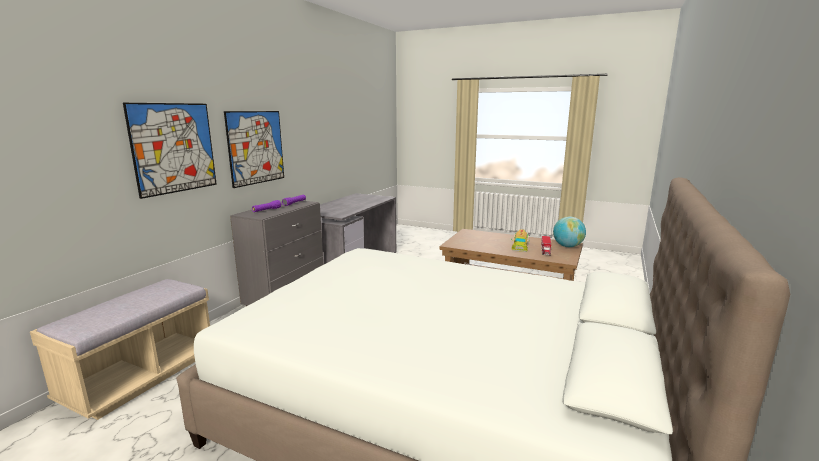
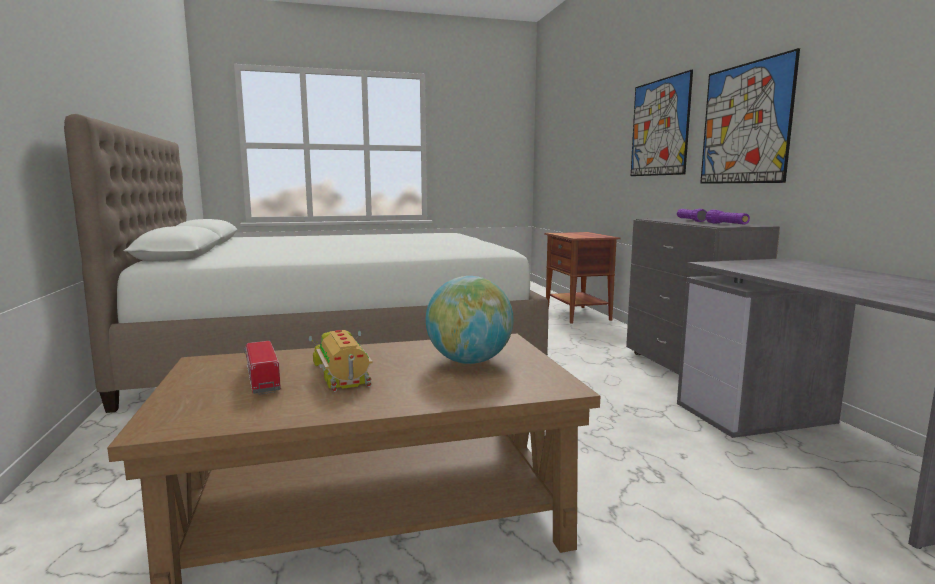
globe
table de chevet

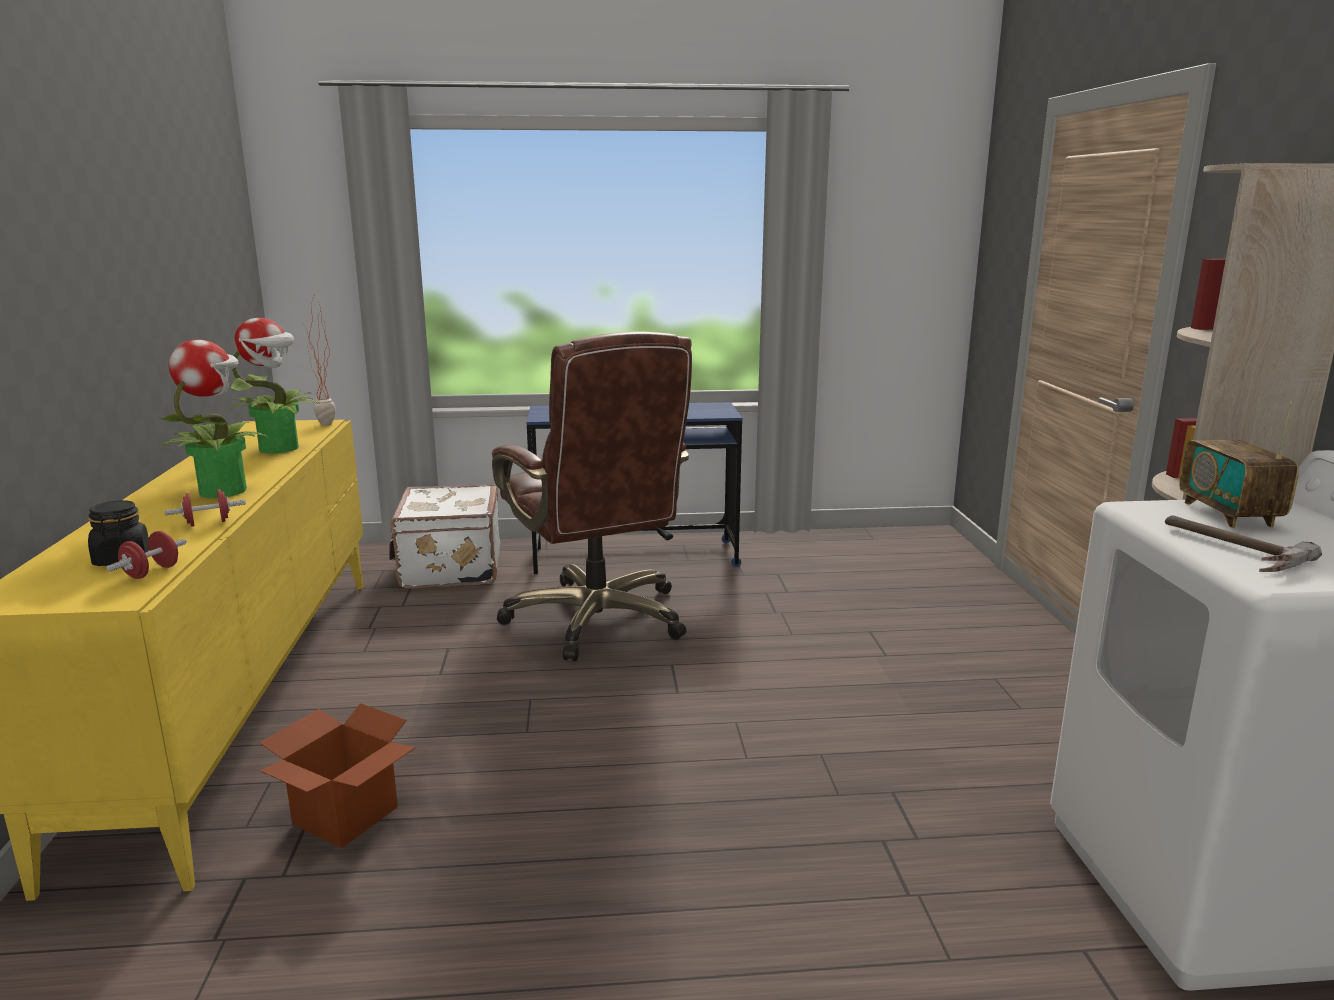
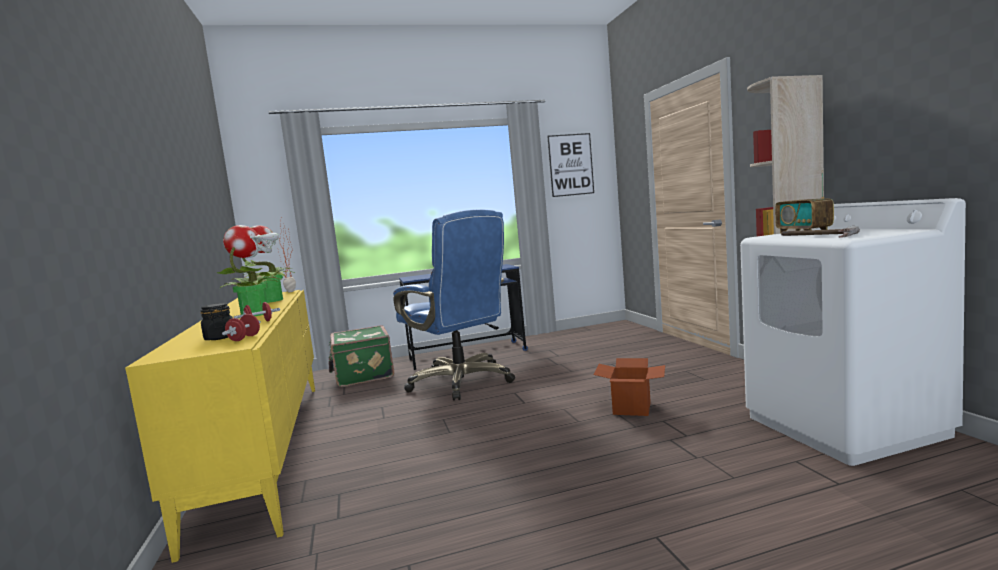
valise/vert
chaise de bureau/bleu
tableau
carton

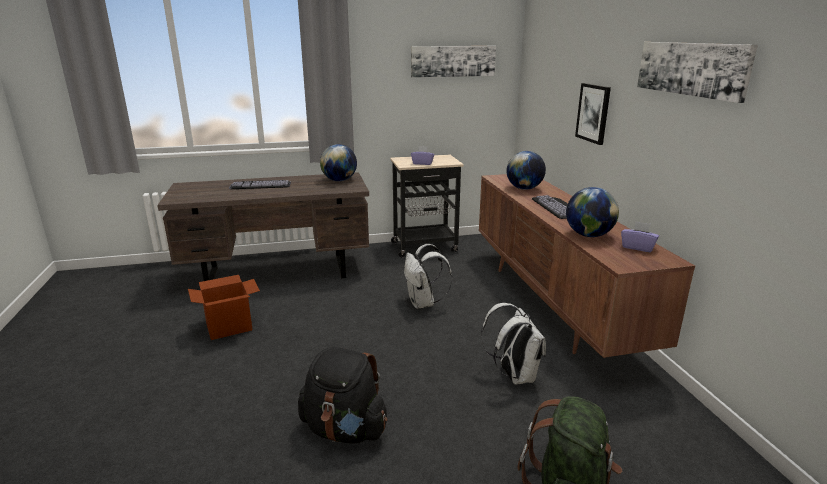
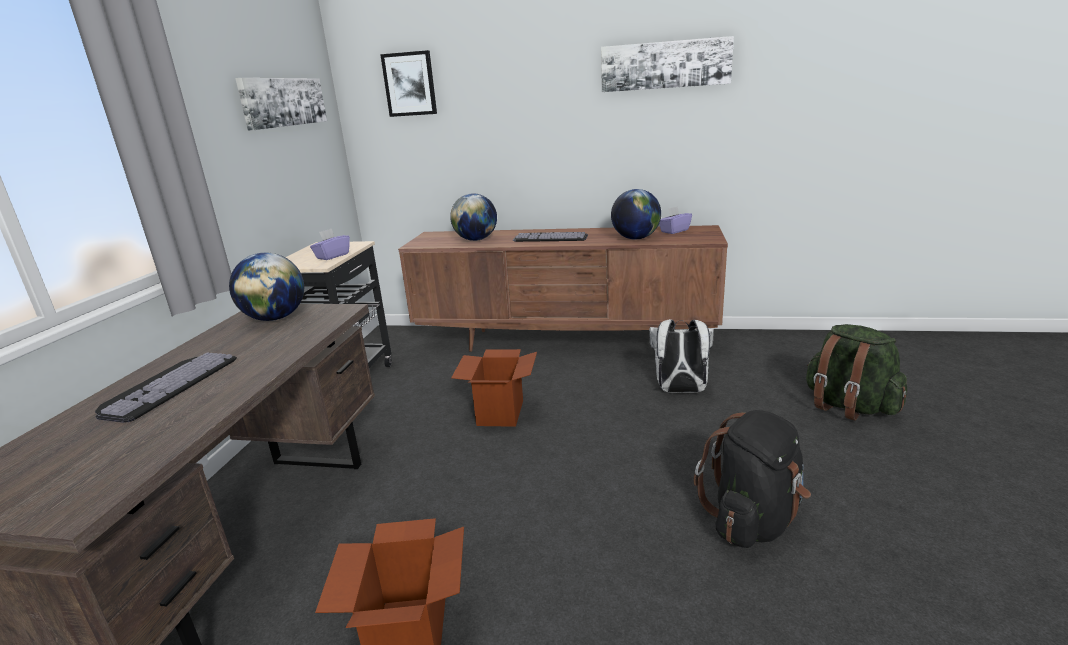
tableau (no. 2 from left)
carton (no. 2 from left)

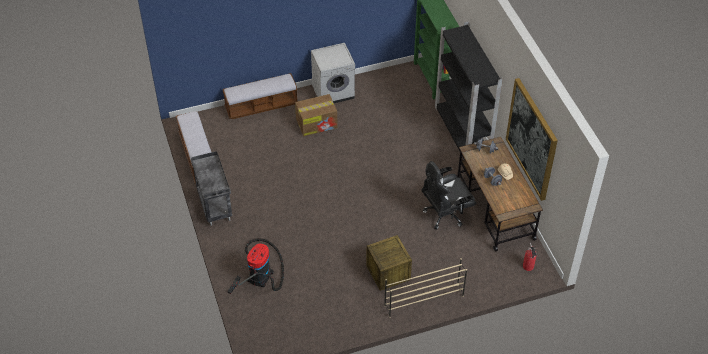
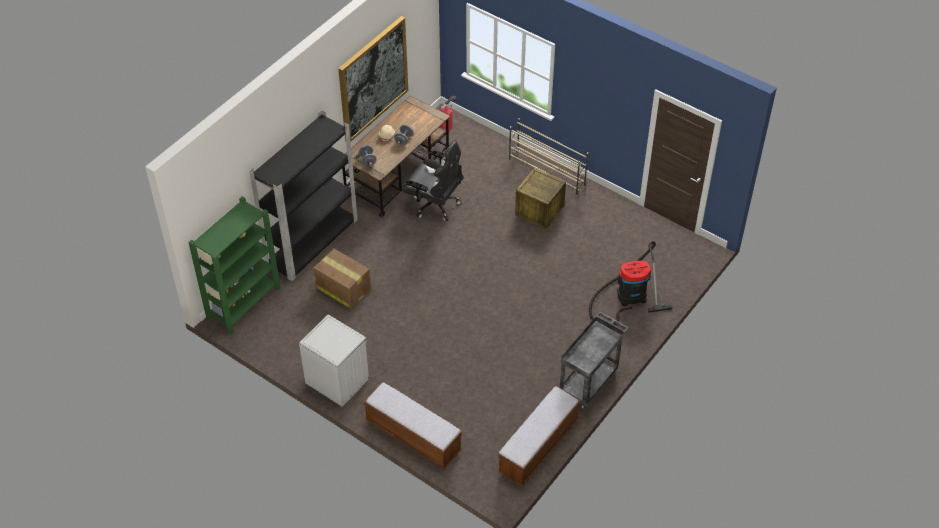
carton

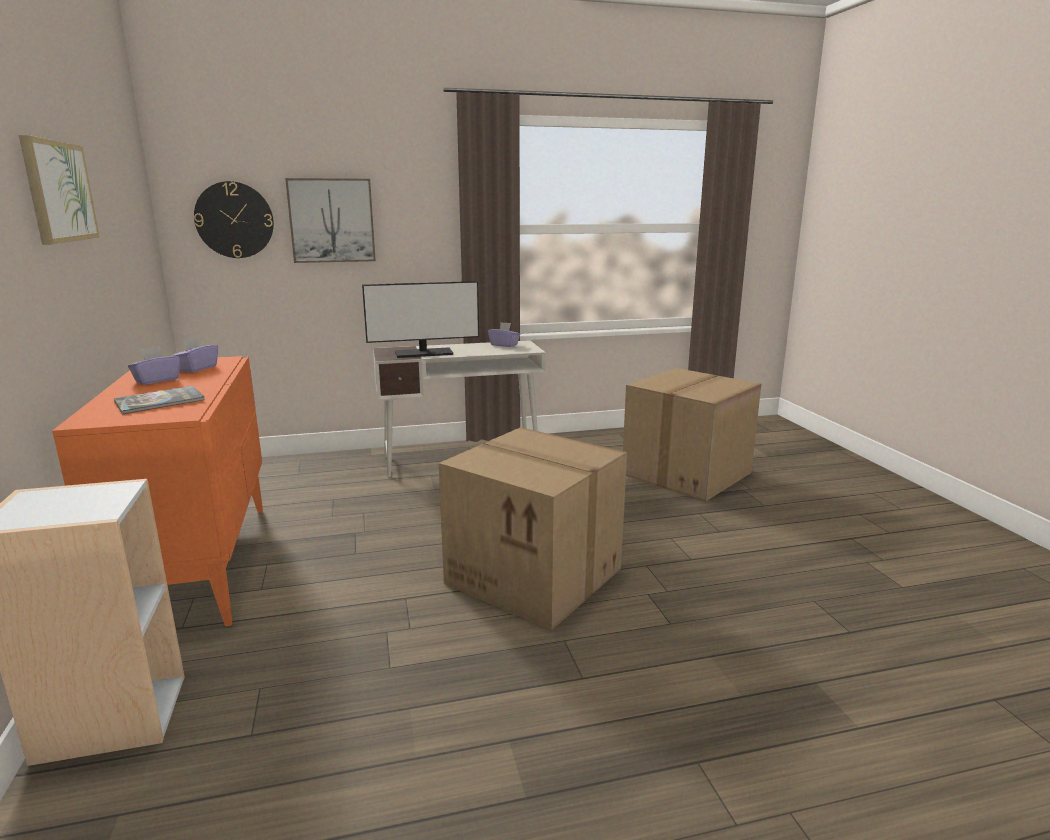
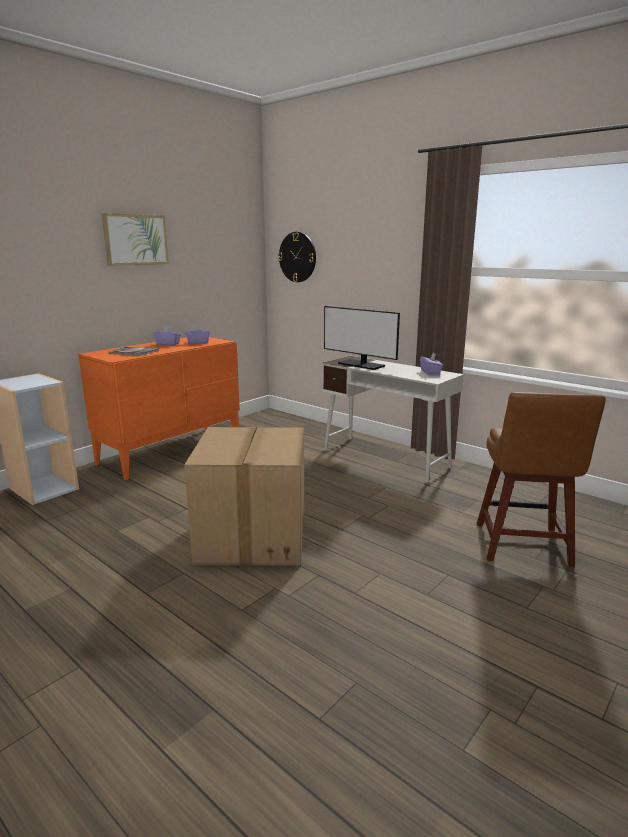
chaise/marron
tableau (no. 2 from left in the first image)

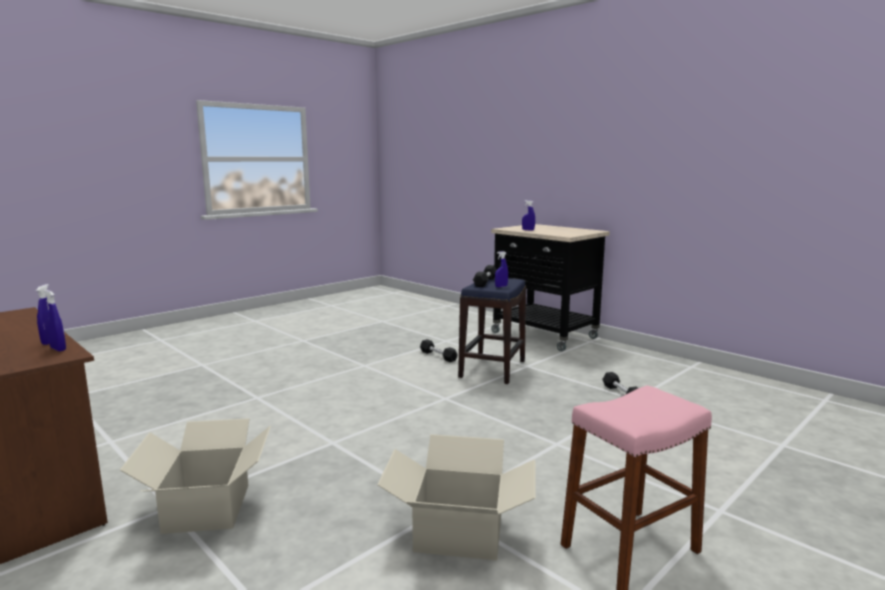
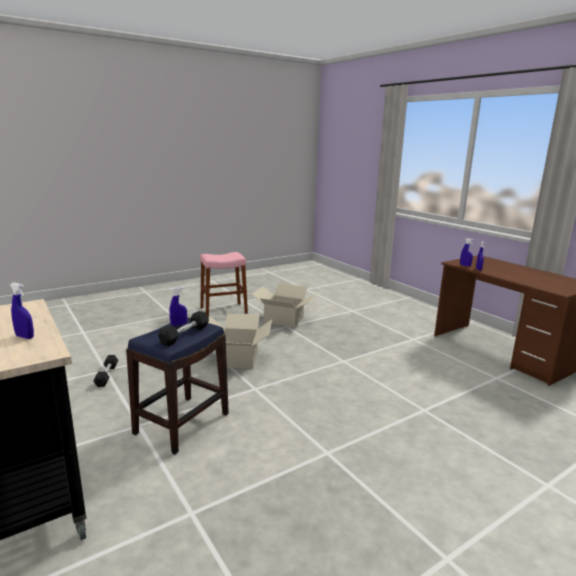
carton (no. 1 from left)
haltère/noir (no. 1 from left in the first image)

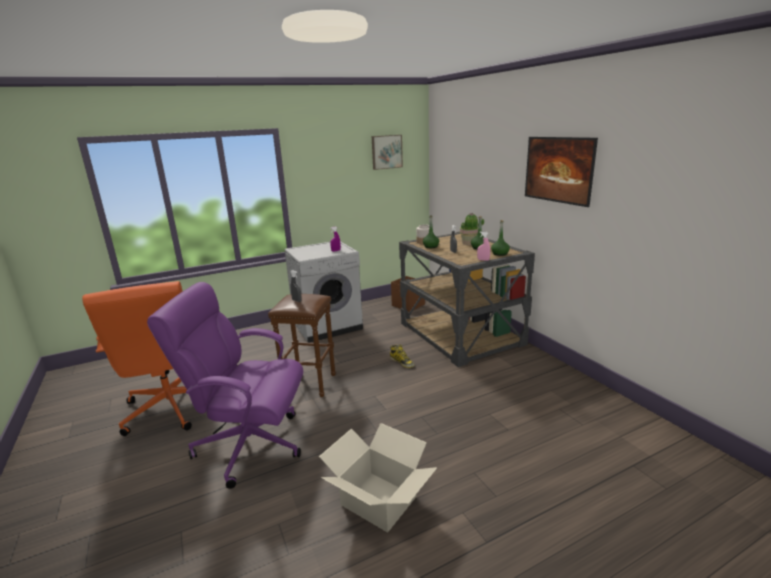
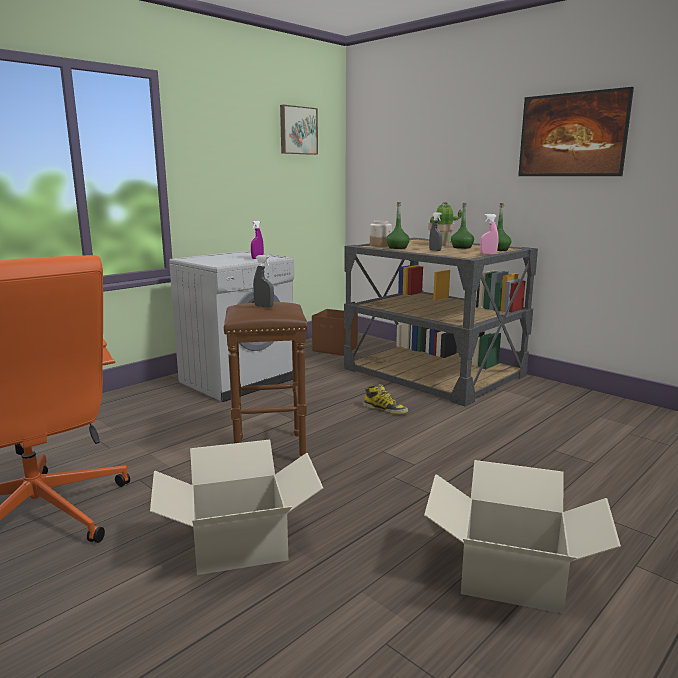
carton (no. 1 from left)

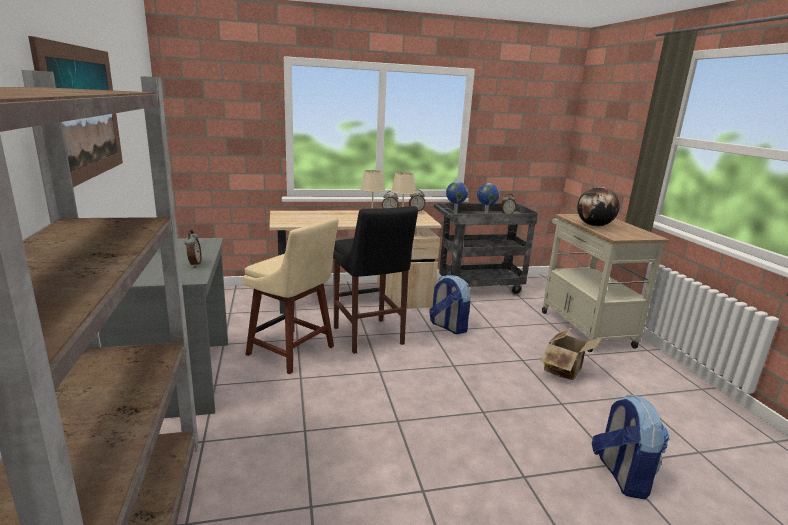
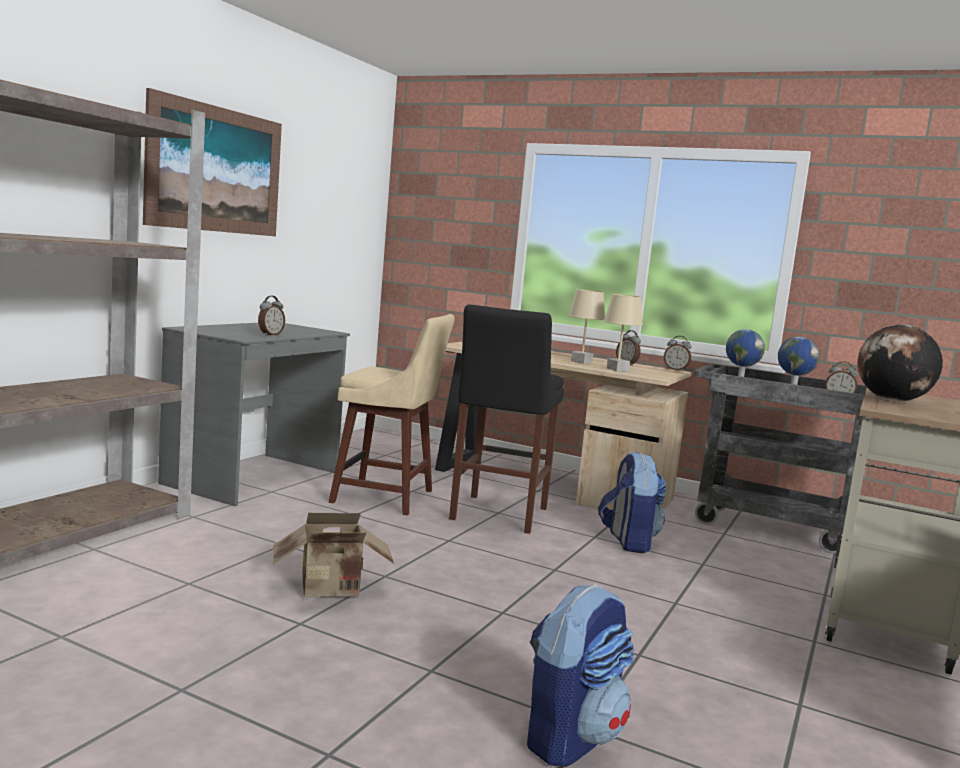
carton
chaise/beige

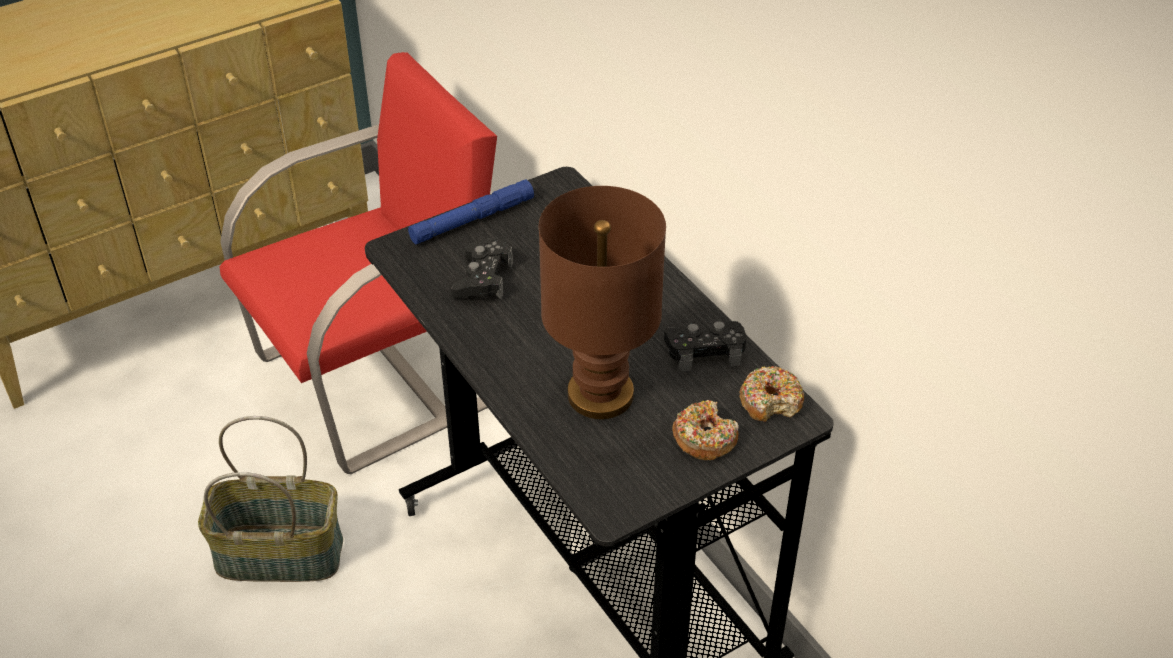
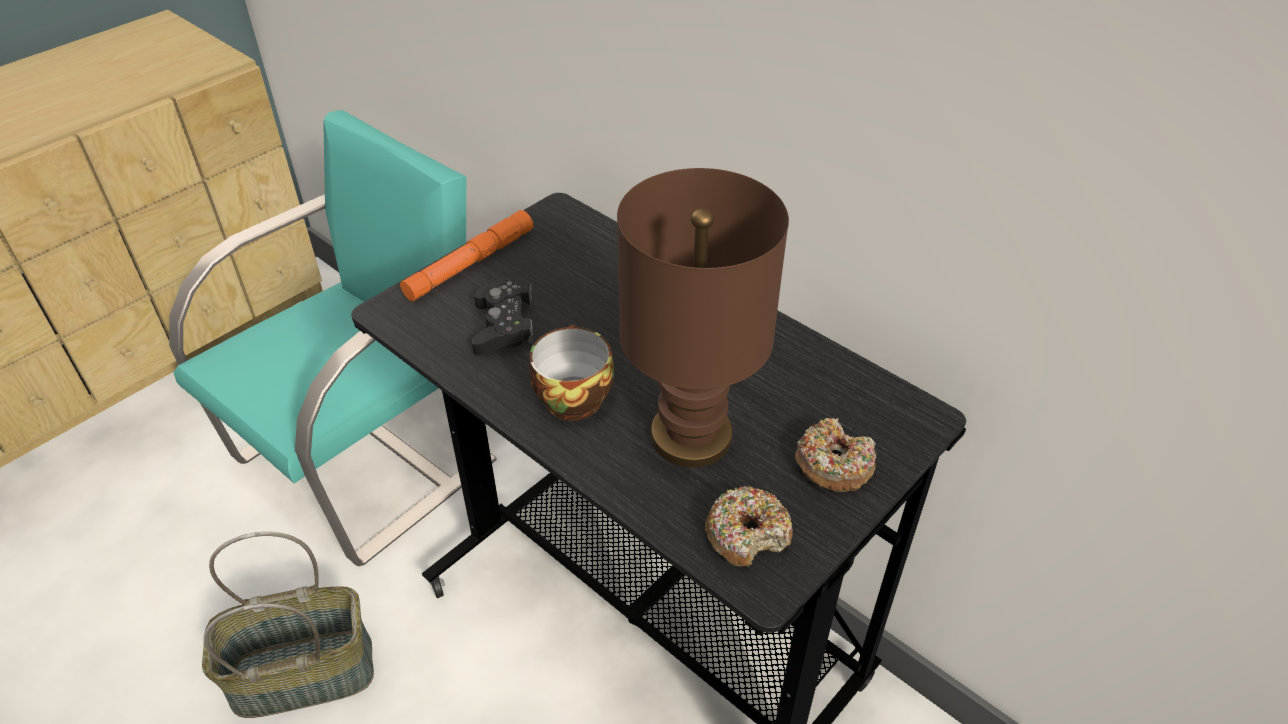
chaise/turquoise
lampe de poche/orange
tasse
beignet (no. 1 from left)
manette/noir (no. 2 from left in the first image)

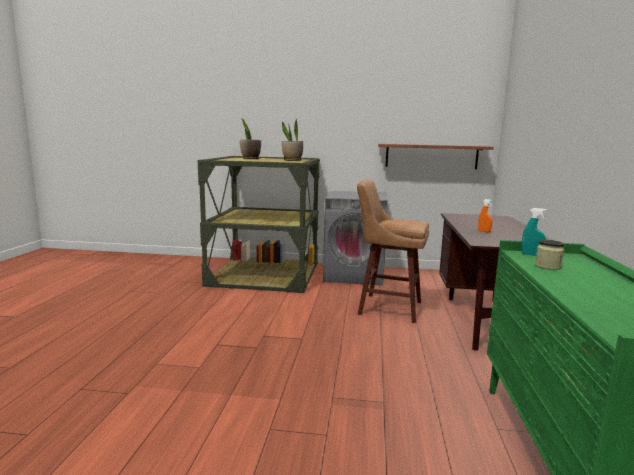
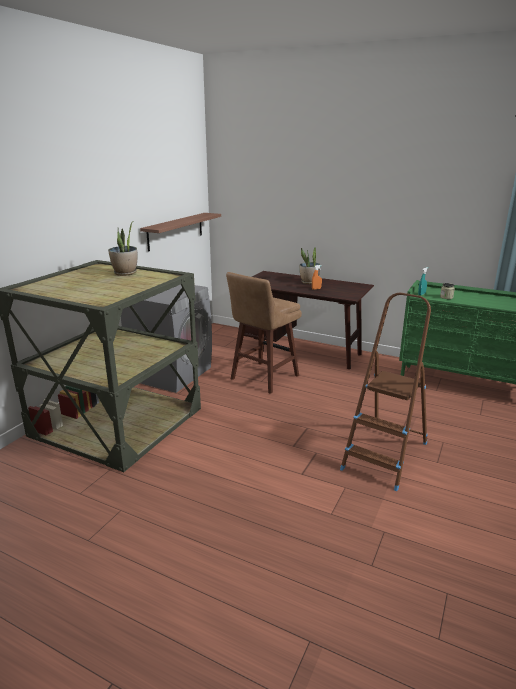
plante en pot (no. 2 from left)
escabeau/marron

